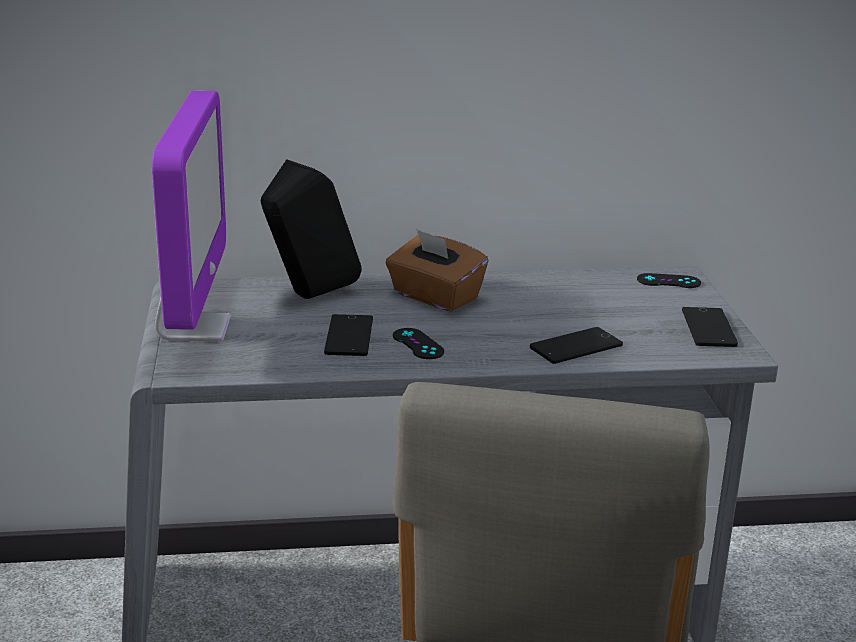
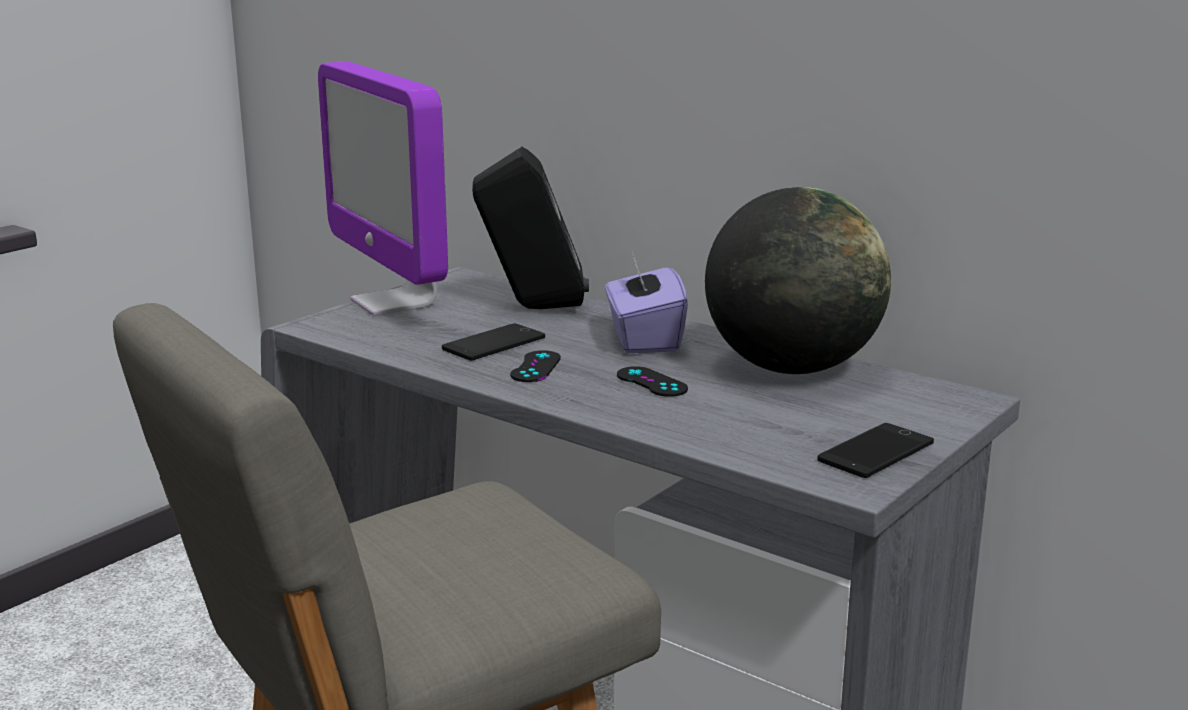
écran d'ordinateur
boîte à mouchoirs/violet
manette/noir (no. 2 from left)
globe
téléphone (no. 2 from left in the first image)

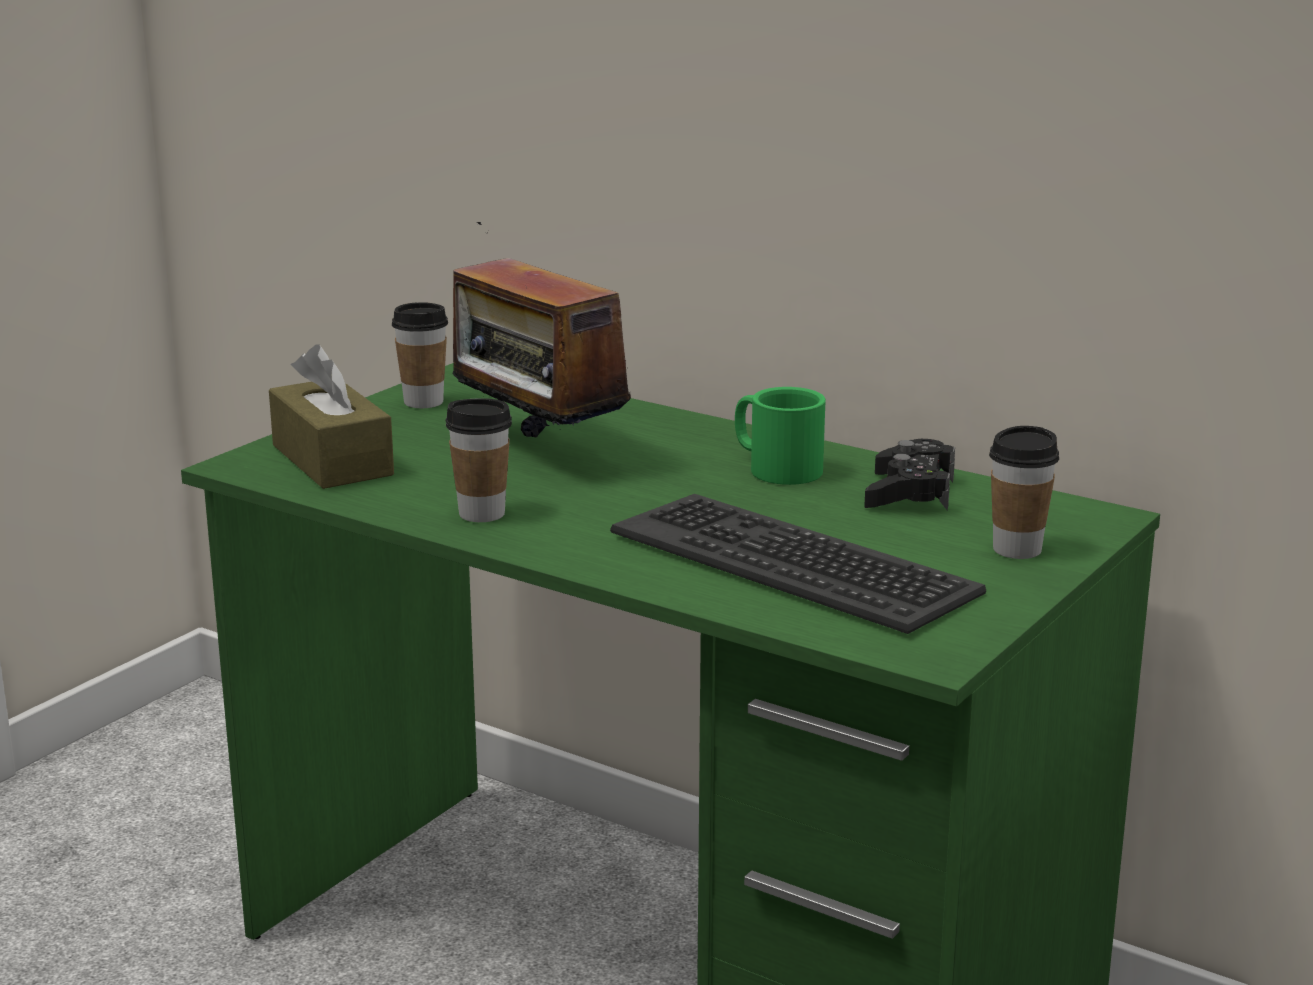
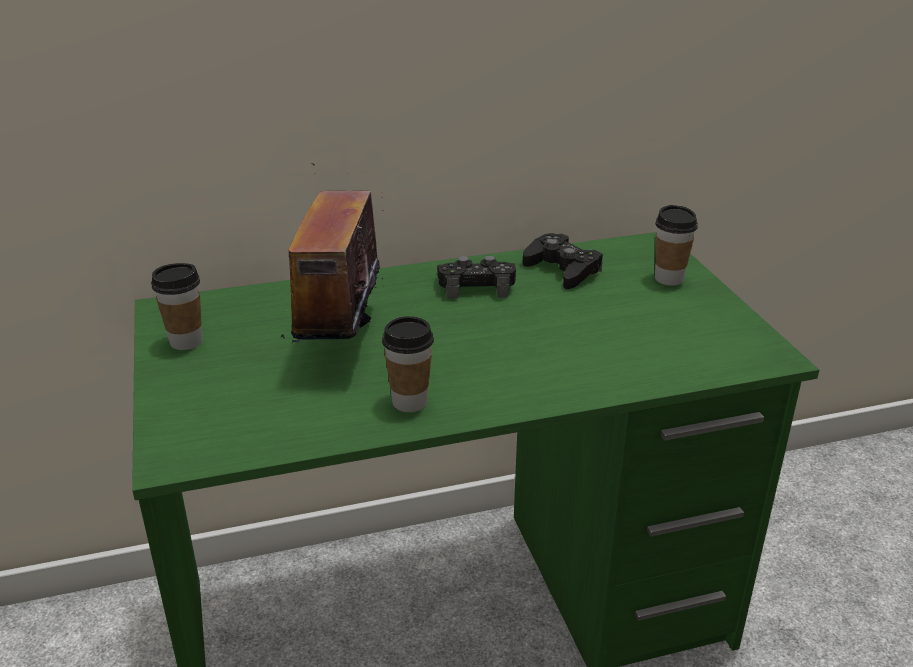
radio
manette/noir (no. 1 from left)
boîte à mouchoirs/marron
clavier

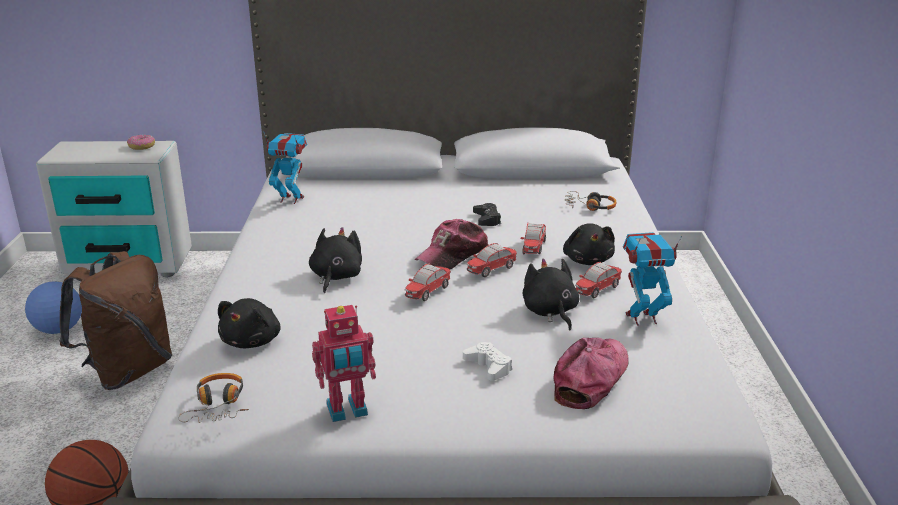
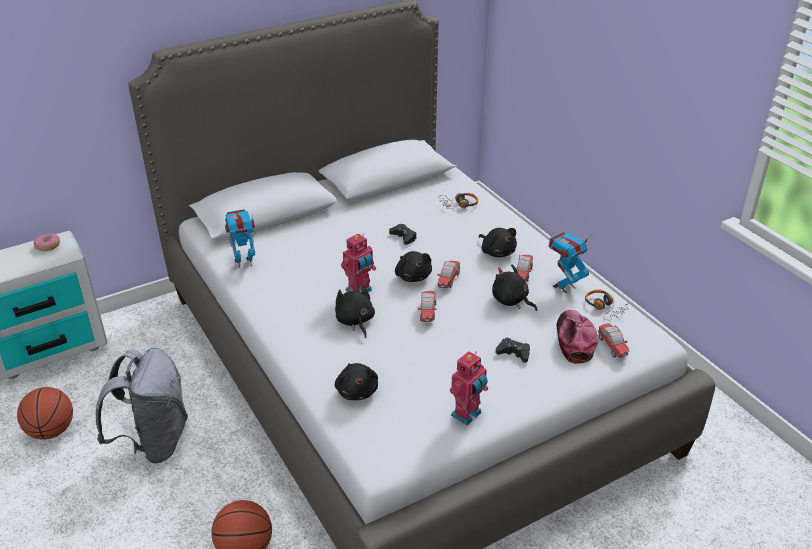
ballon de basket (no. 1 from left)
sac à dos/gris
robot jouet (no. 2 from left)
peluche/noir (no. 3 from left)
manette/noir (no. 2 from left)
casque audio (no. 2 from left)
petite voiture (no. 4 from left)

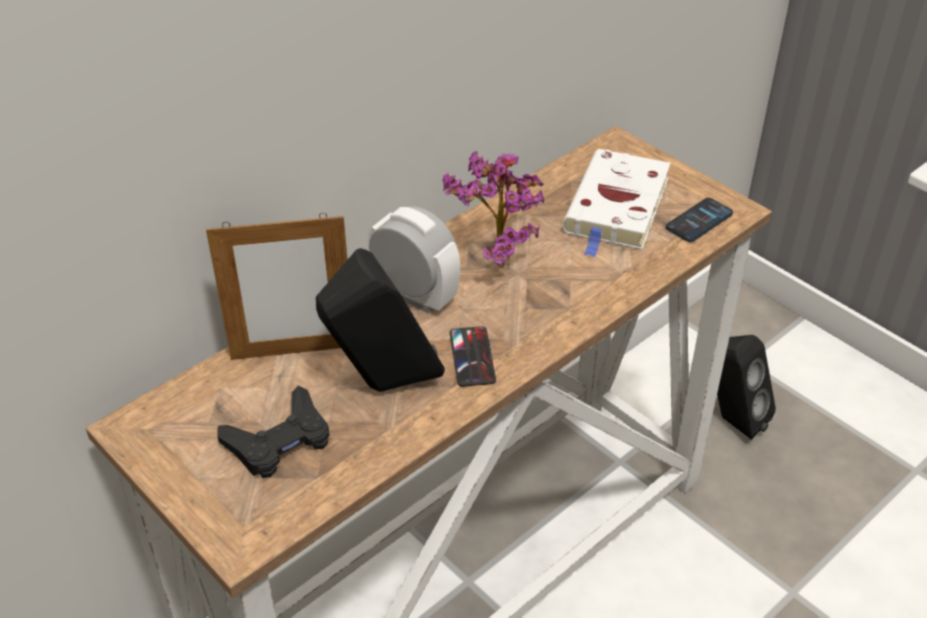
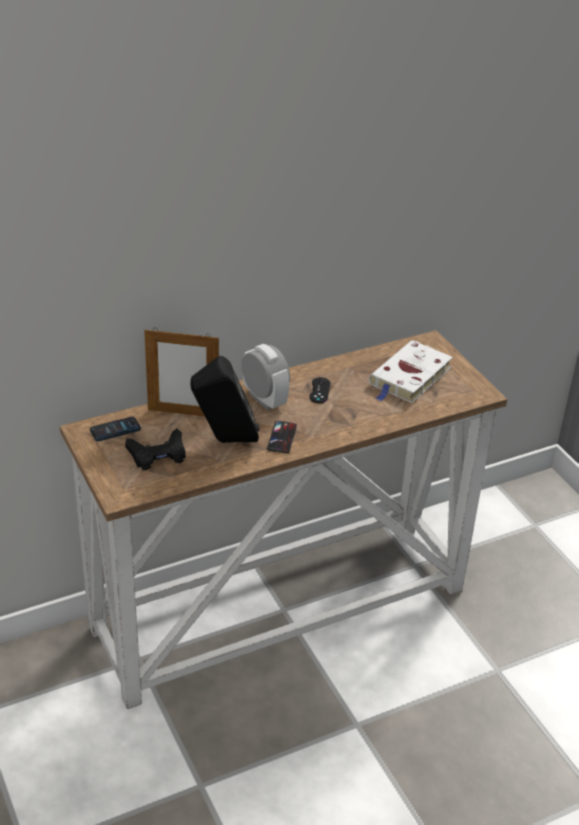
téléphone (no. 1 from left)
manette/noir (no. 2 from left)
enceinte/noir (no. 2 from left in the first image)

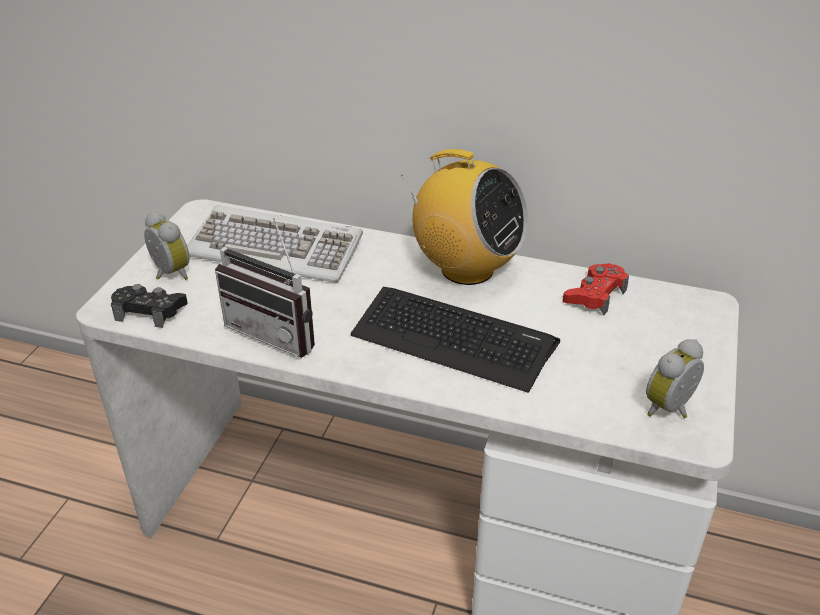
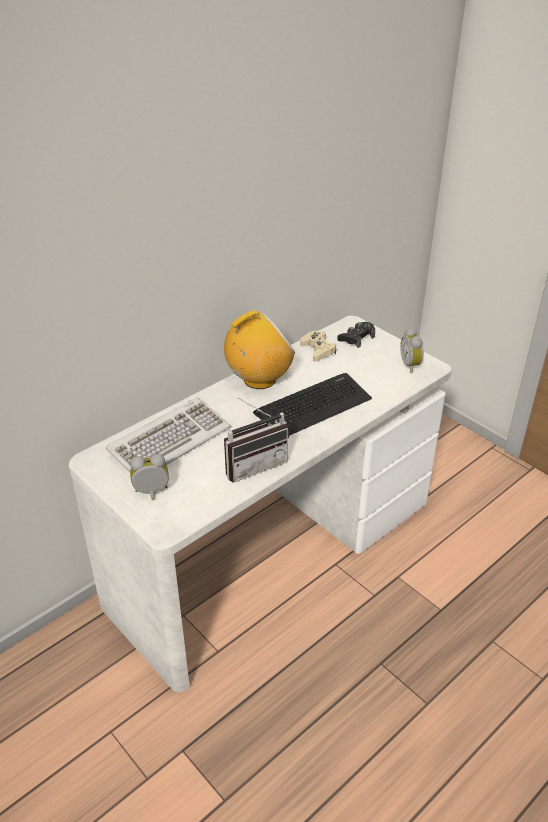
manette/beige
manette/noir

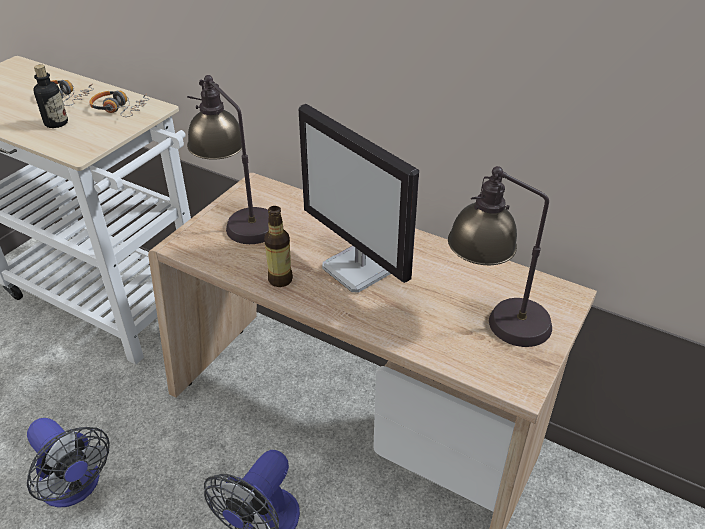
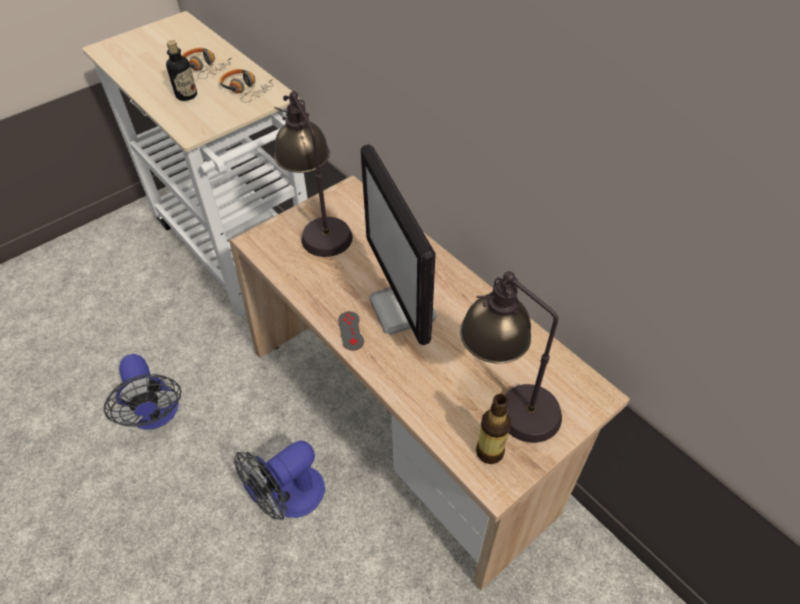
manette/gris
bouteille (no. 2 from left)

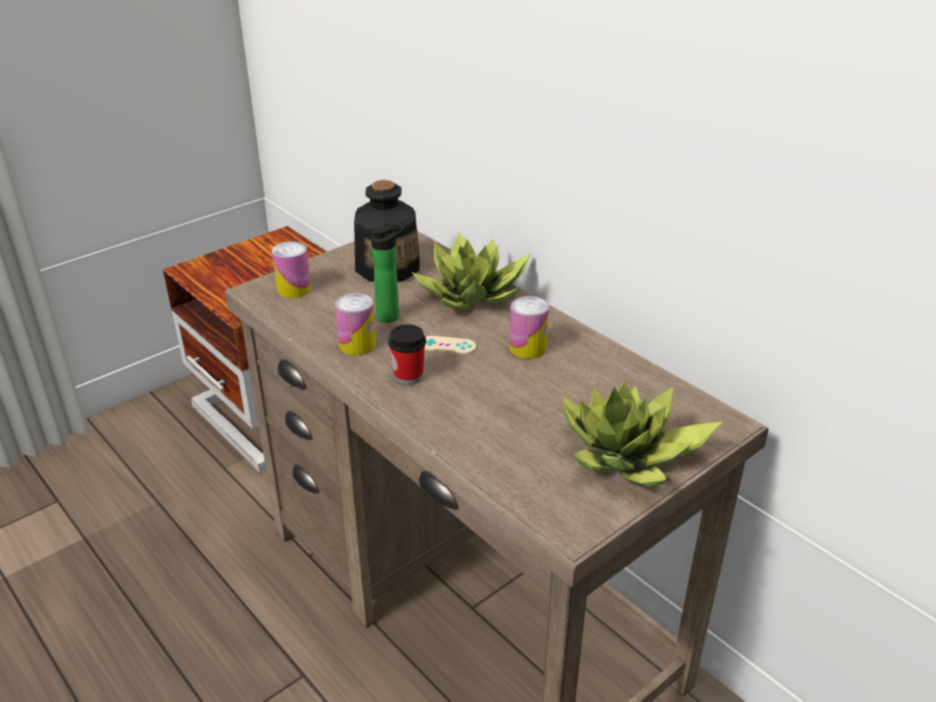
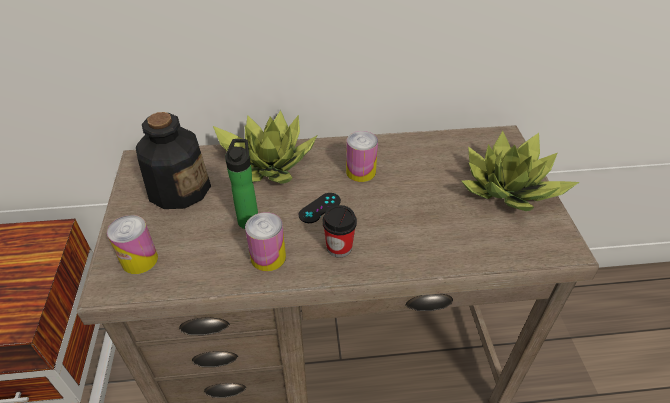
manette/noir

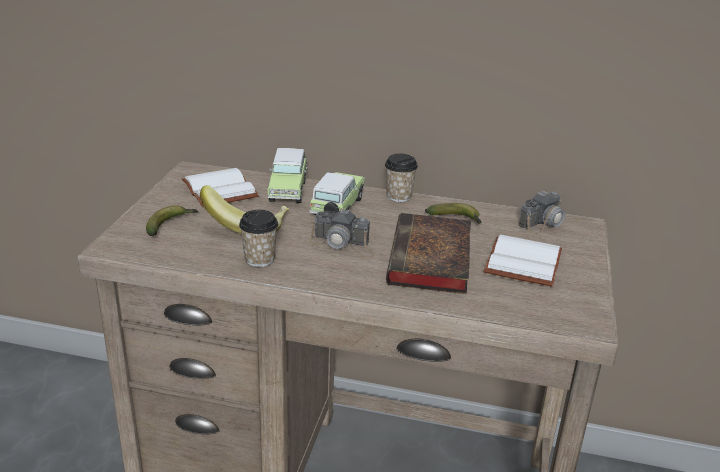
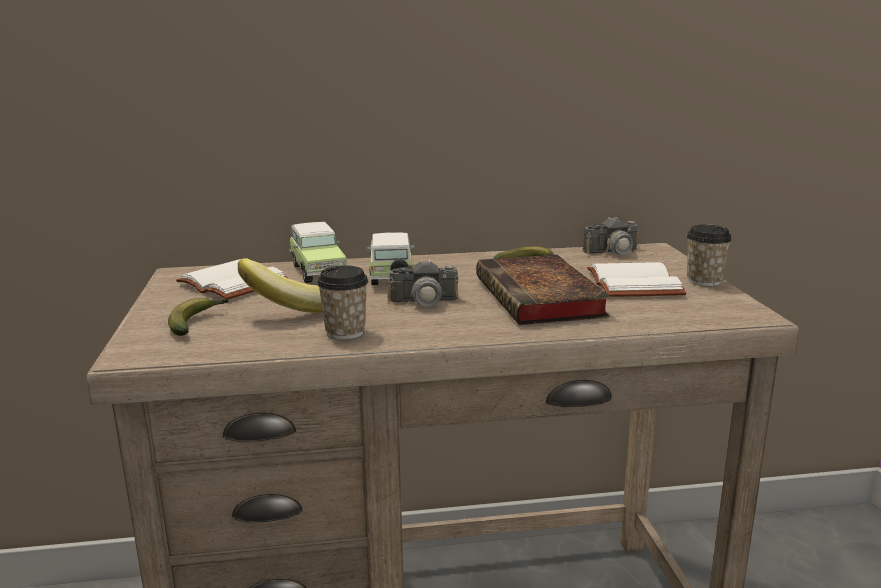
appareil photo (no. 2 from left)
tasse (no. 2 from left)

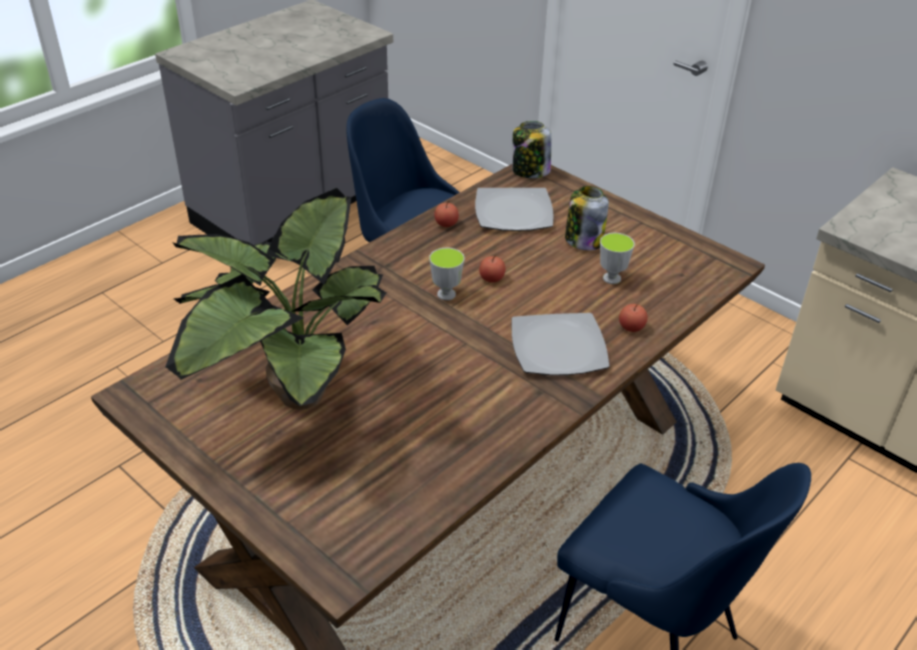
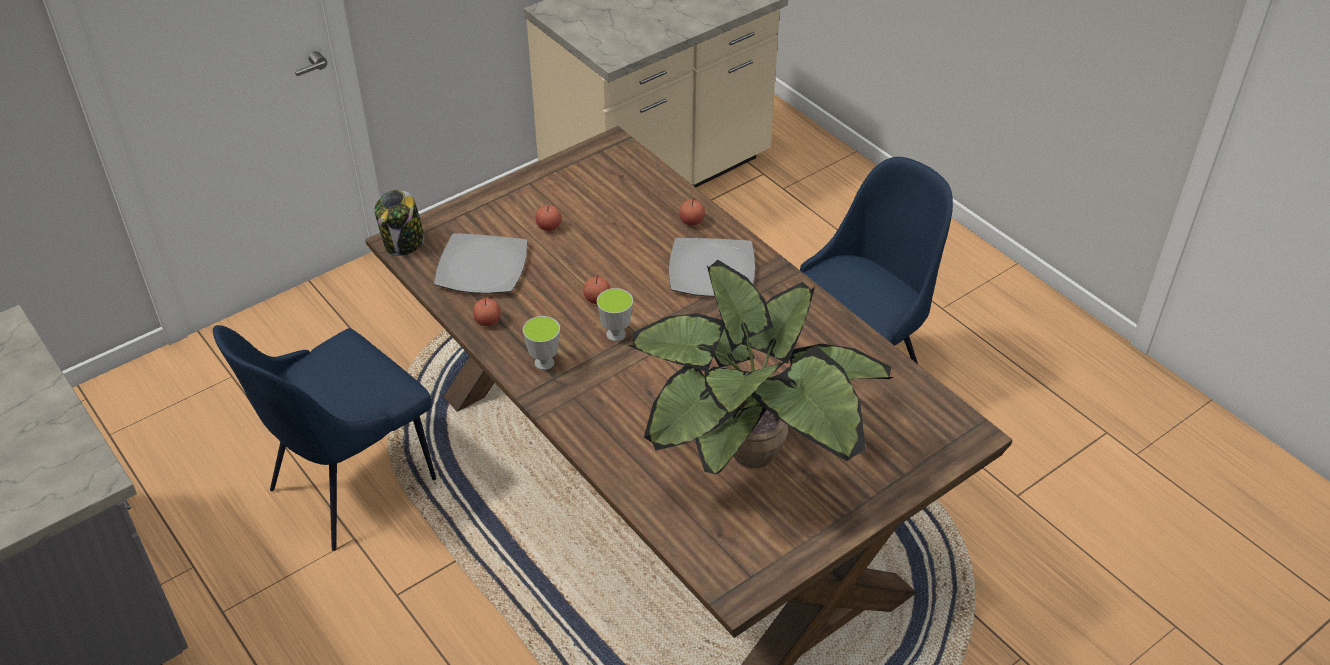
tasse (no. 1 from left)
pomme (no. 2 from left)

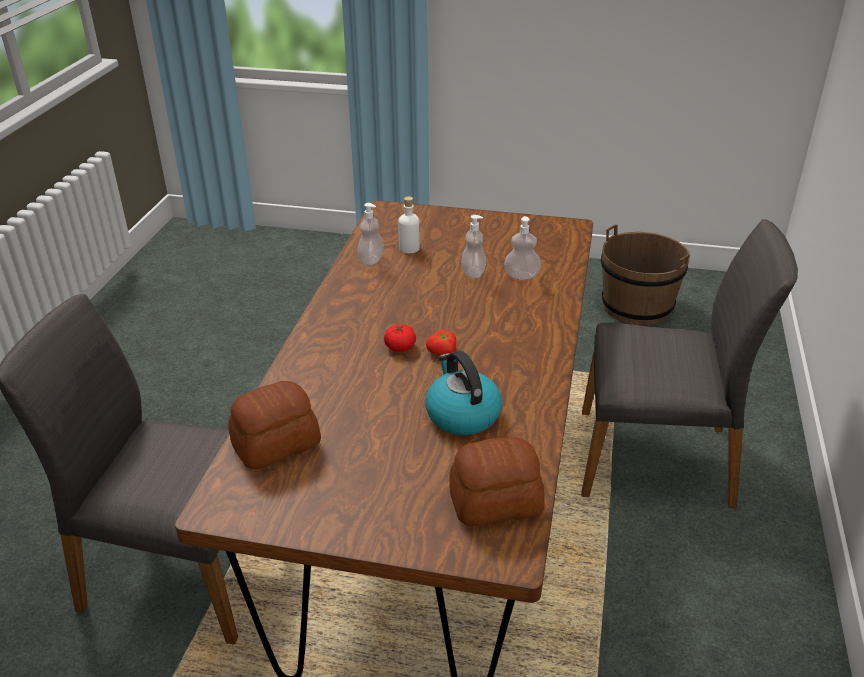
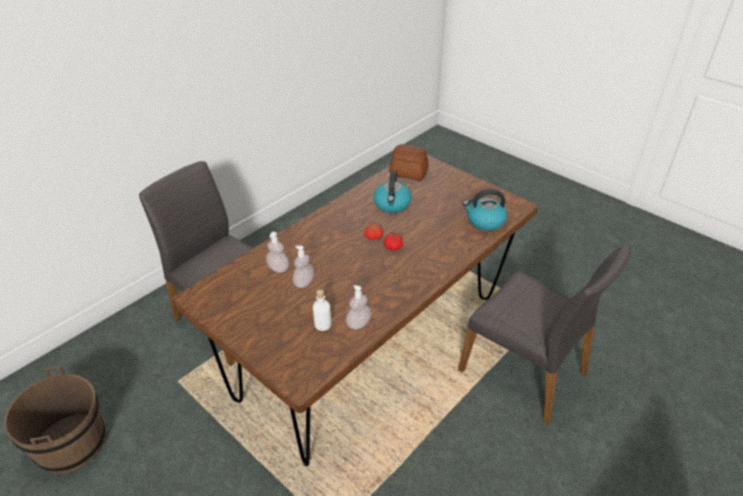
bouilloire (no. 2 from left)

